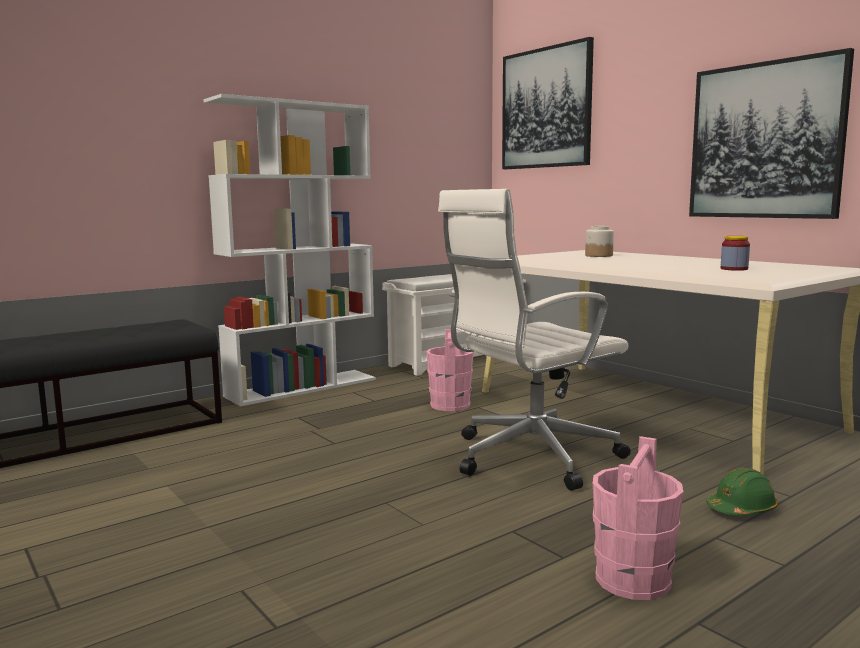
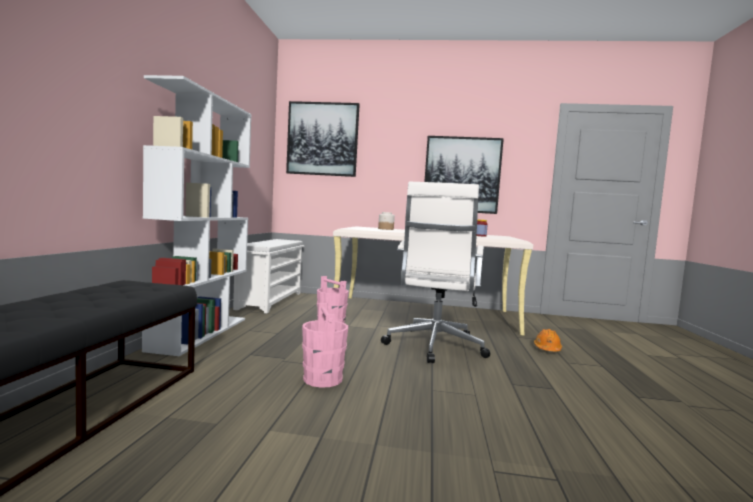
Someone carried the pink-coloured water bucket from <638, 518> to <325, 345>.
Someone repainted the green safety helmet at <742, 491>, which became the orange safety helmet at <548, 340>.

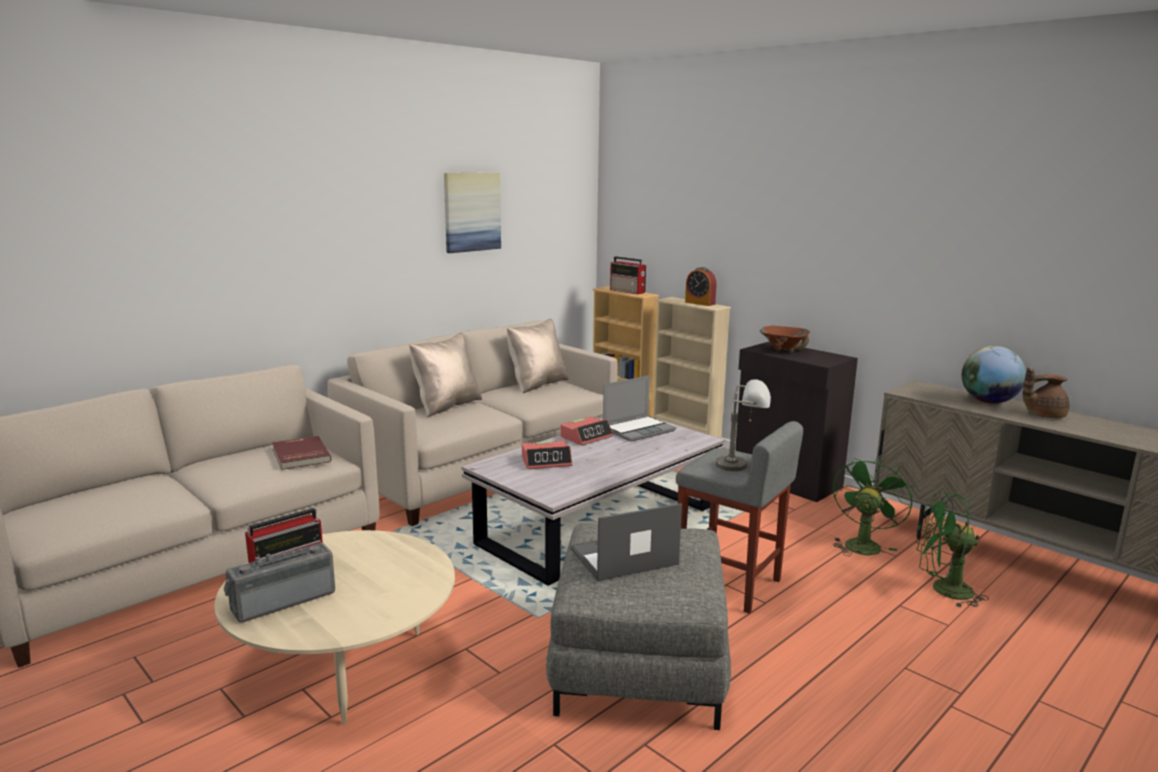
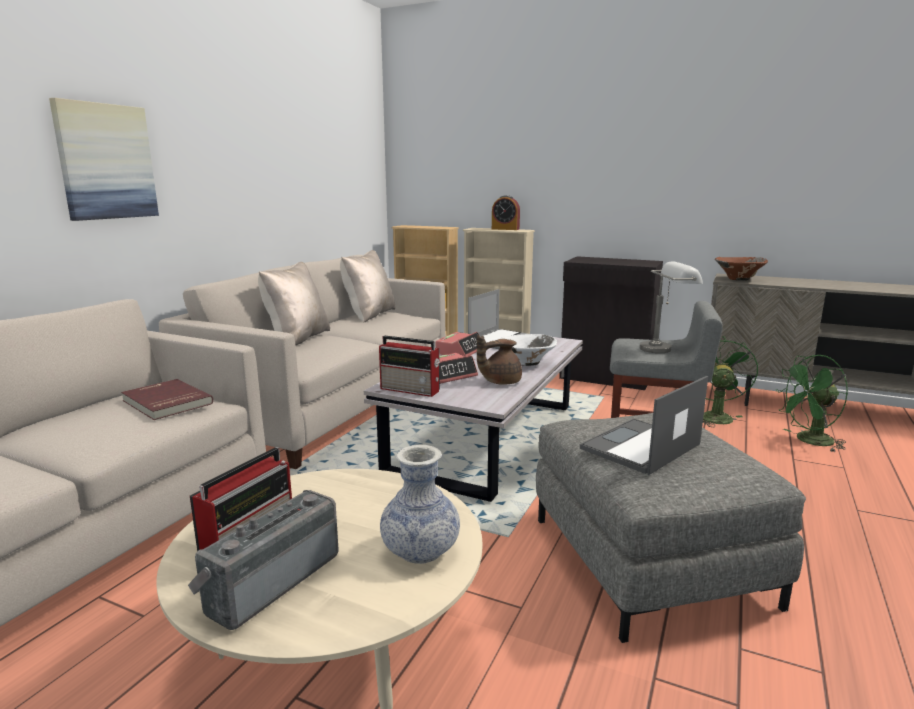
Someone took away the world globe at <994, 374>.
Someone put down the decorative vase at <420, 504>.
Someone put down the whitish serving bowl at <529, 350>.
Someone carried the picture from <472, 212> to <104, 159>.
Someone carried the radio receiver from <628, 275> to <410, 366>.
Someone carried the brown serving bowl from <785, 339> to <741, 269>.
Someone carried the brown pot for tea from <1046, 393> to <499, 360>.

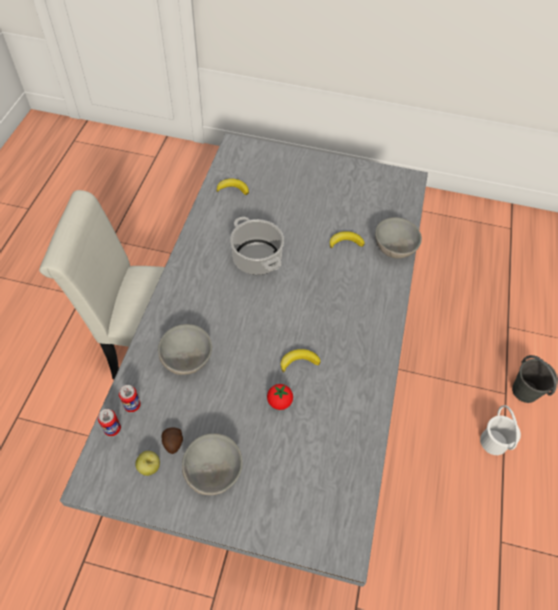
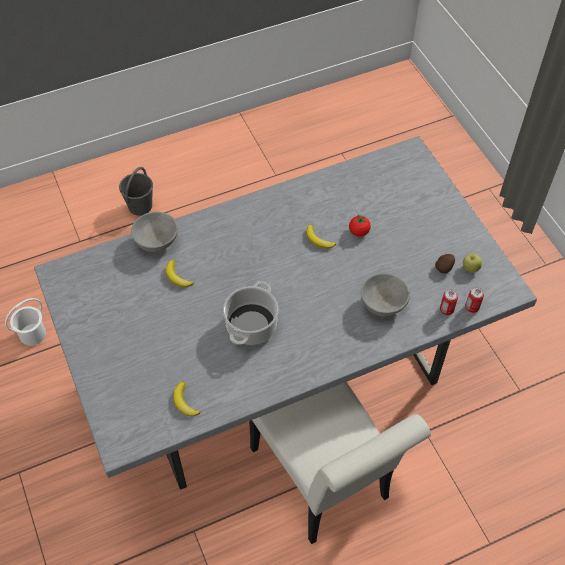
Someone took away the gray serving bowl at <212, 464>.
Someone carried the whitish water bucket from <500, 430> to <25, 322>.

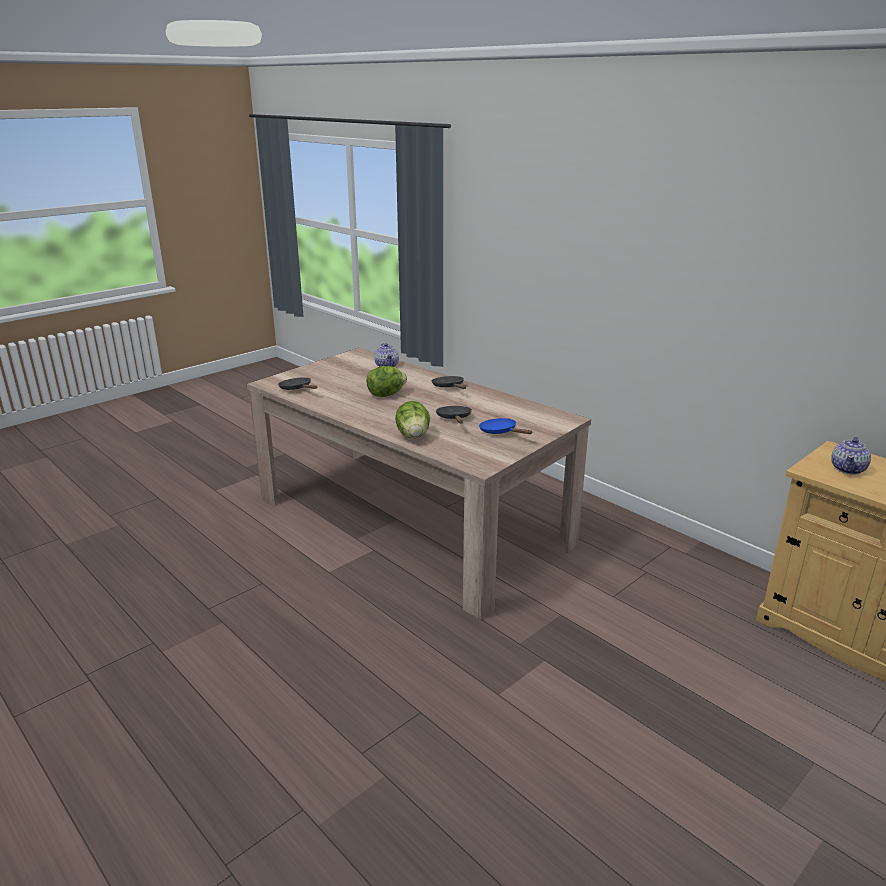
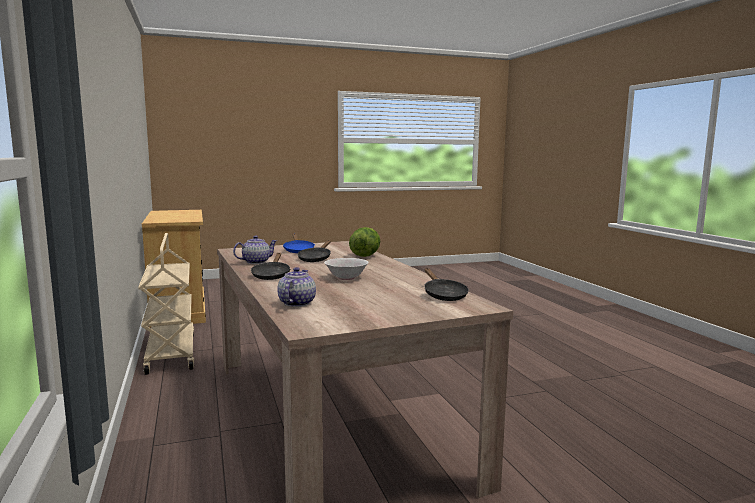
Someone put down the beige-coloured wheeled cart at <166, 304>.
Someone carried the pot for tea from <851, 456> to <255, 249>.
Someone swapped the lettuce head at <386, 381> for the whitish serving bowl at <346, 269>.

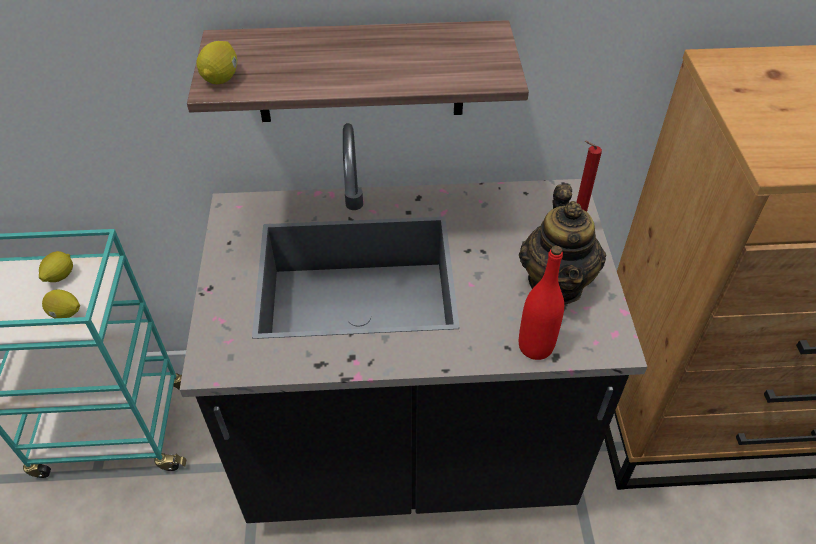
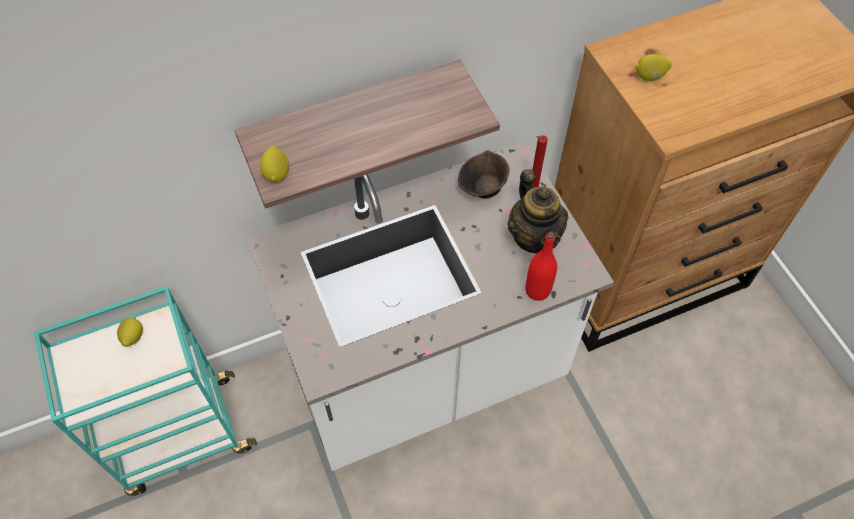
Someone put down the brown serving bowl at <483, 174>.
Someone carried the citrus fruit from <61, 303> to <653, 67>.
Someone repainted the blackish counter at <413, 323>, which became the whitish counter at <430, 306>.

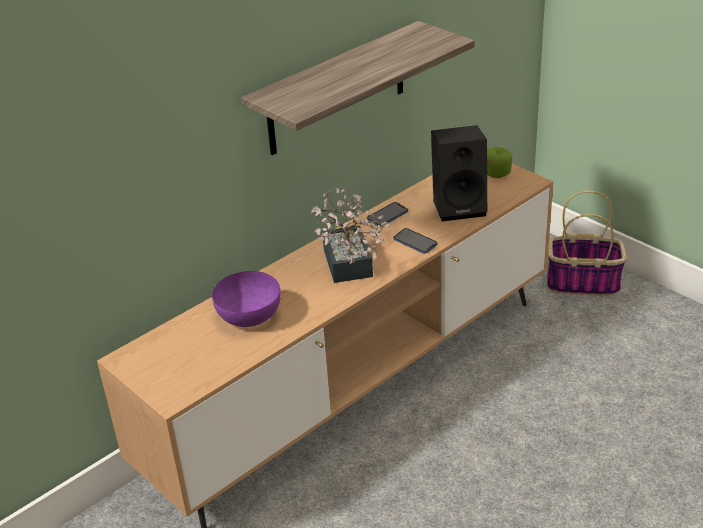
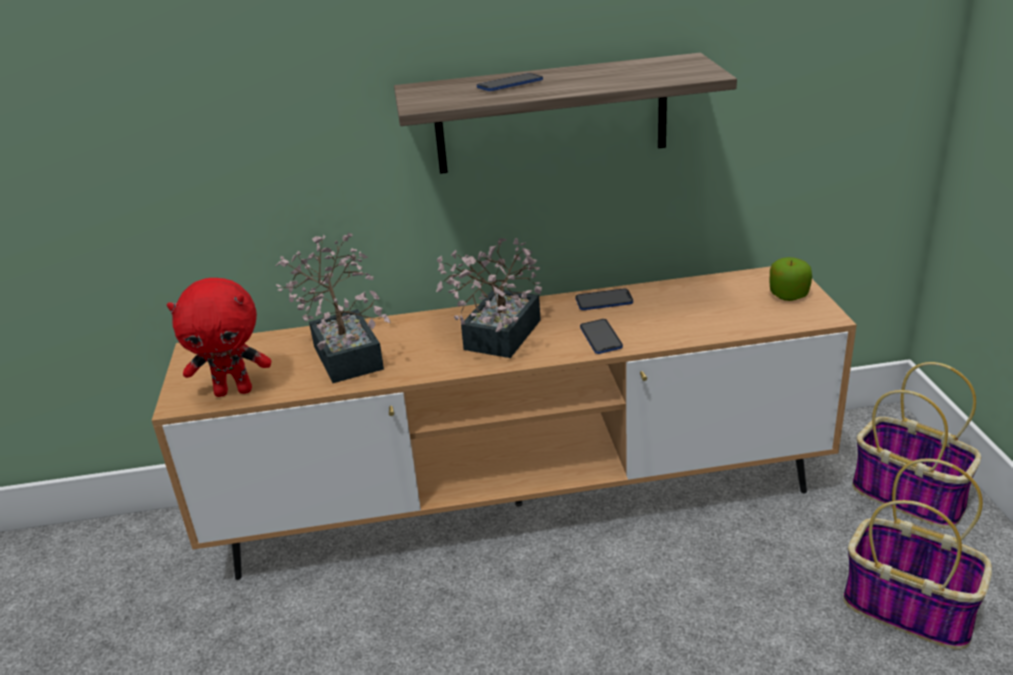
Someone took away the blackish speaker at <459, 173>.
Someone put down the reddish soft toy at <219, 337>.
Someone put down the handset at <510, 82>.
Someone put down the storage basket at <917, 554>.
Someone swapped the purplish serving bowl at <246, 299> for the potted plant at <333, 308>.

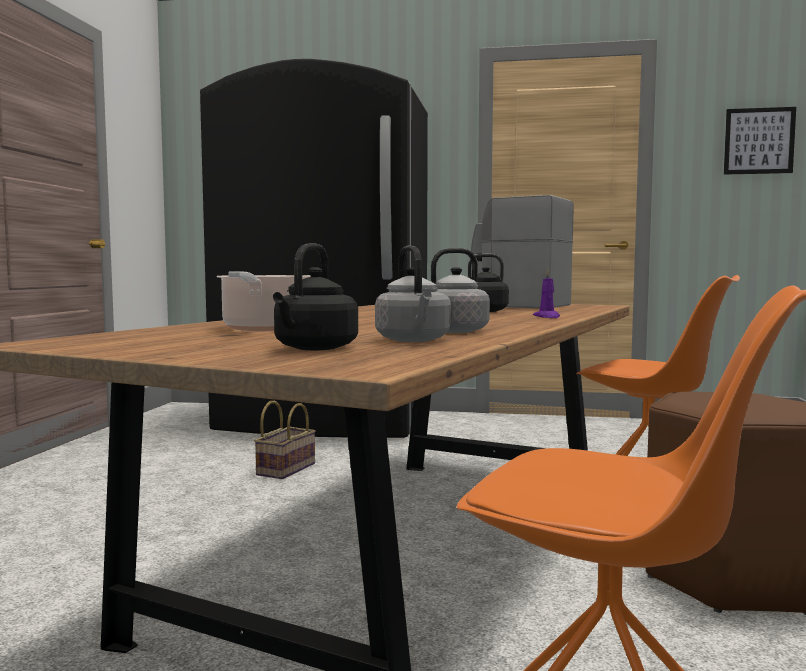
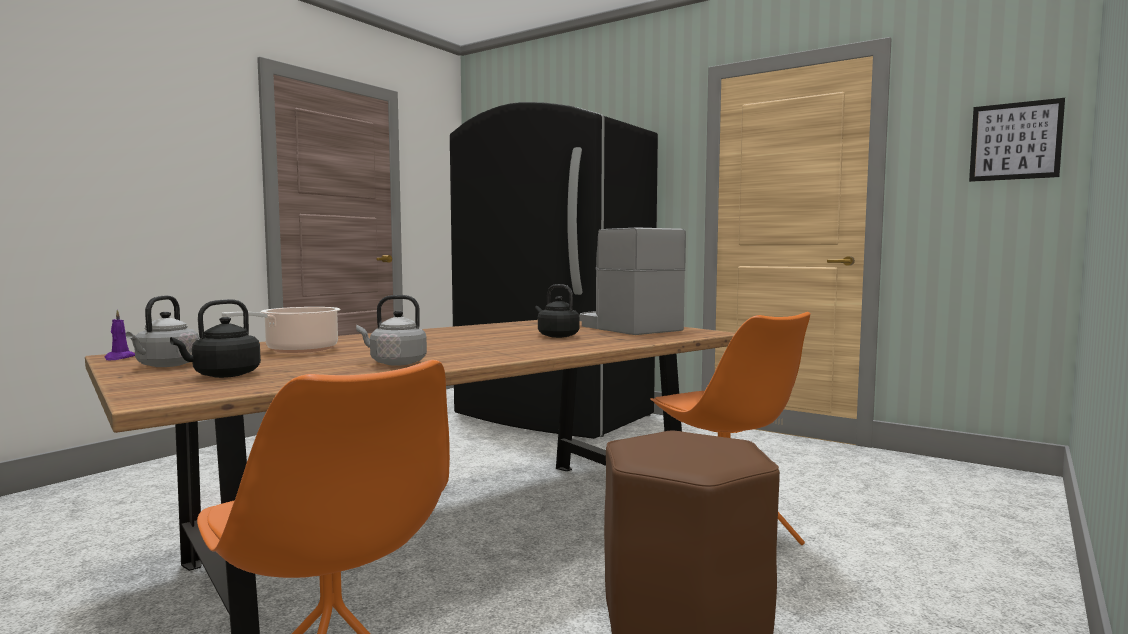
Someone took away the storage basket at <285, 440>.
Someone carried the gray kettle from <413, 294> to <162, 331>.
Someone carried the purplish wax light from <546, 293> to <120, 335>.

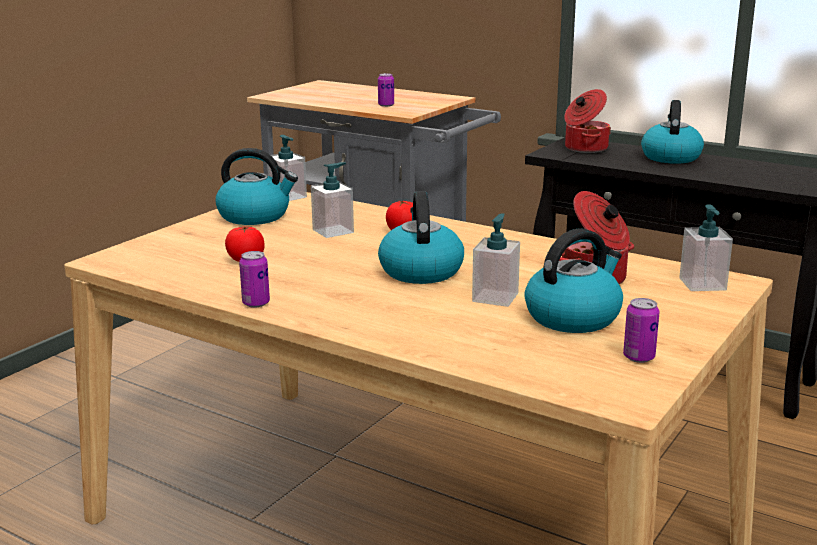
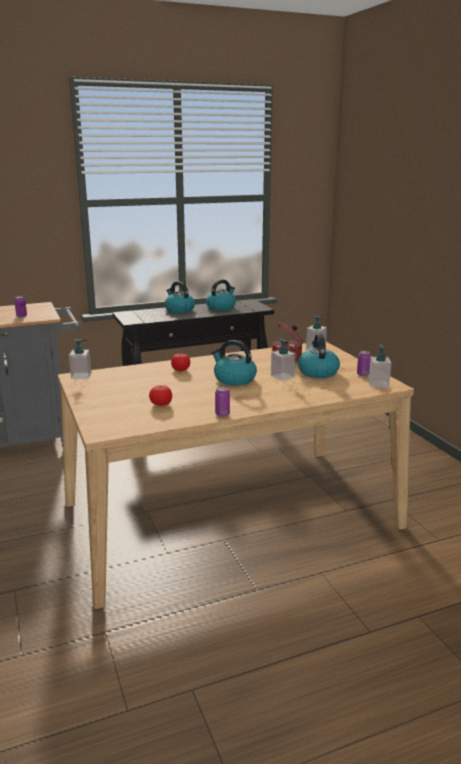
Someone took away the cooking pot at <587, 121>.
Someone carried the kettle from <256, 186> to <221, 295>.
Someone carried the soap dispenser from <332, 200> to <380, 366>.

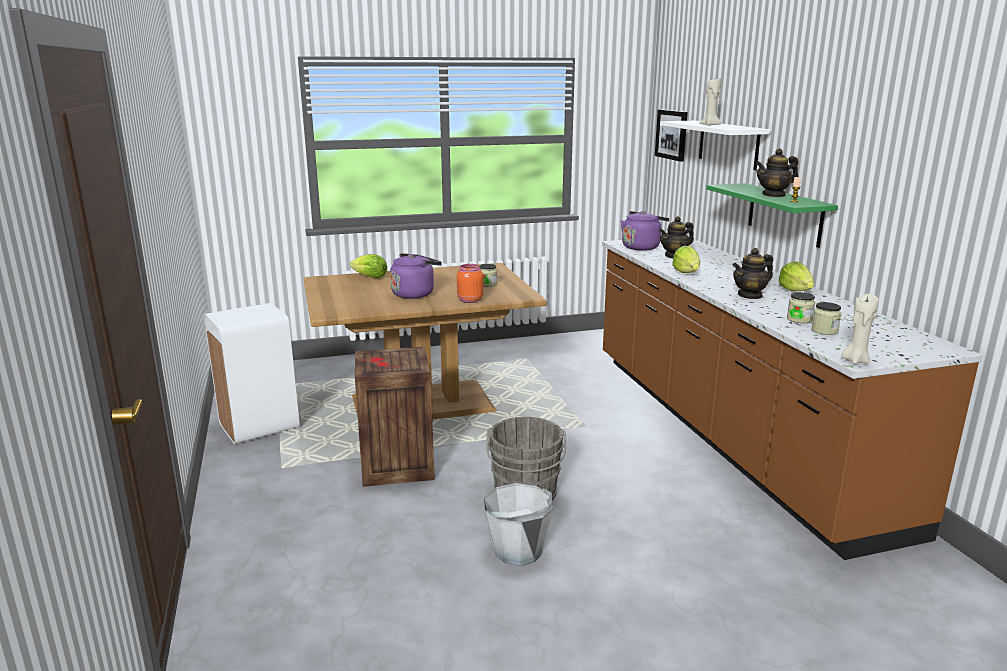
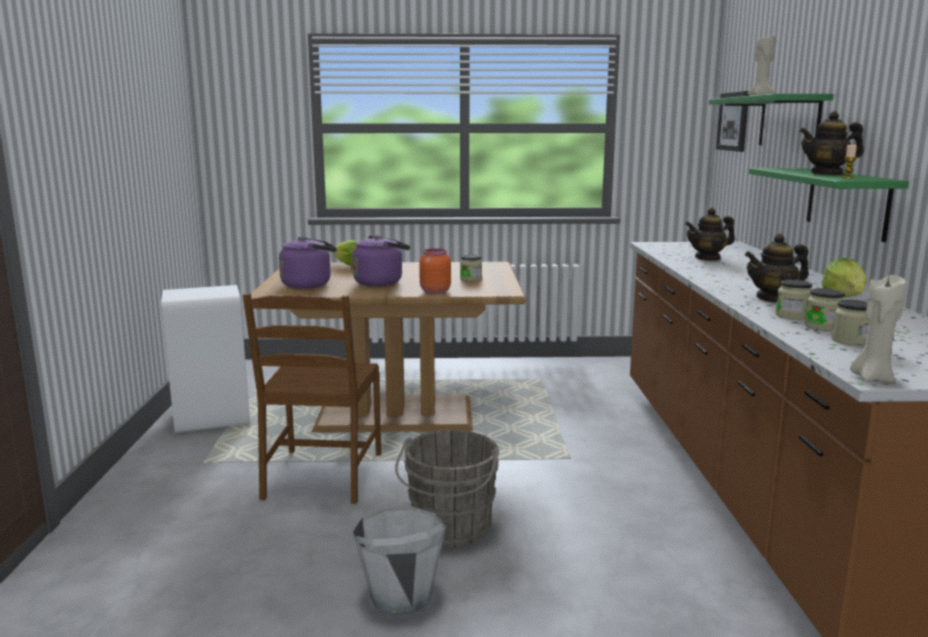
Someone took away the lettuce head at <686, 259>.
Someone put down the storage jar at <793, 299>.
Someone carried the purplish kettle from <645, 231> to <308, 262>.
Someone swapped the crate at <395, 417> for the brown chair at <312, 398>.
Someone repainted the whitish bracket shelf at <715, 145>, which became the green bracket shelf at <771, 119>.

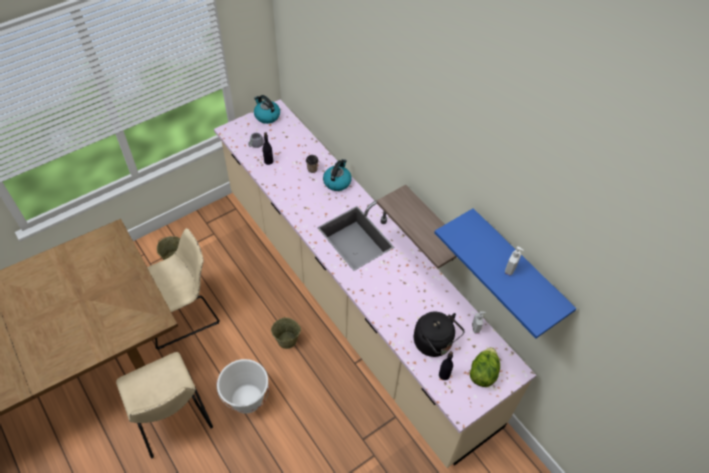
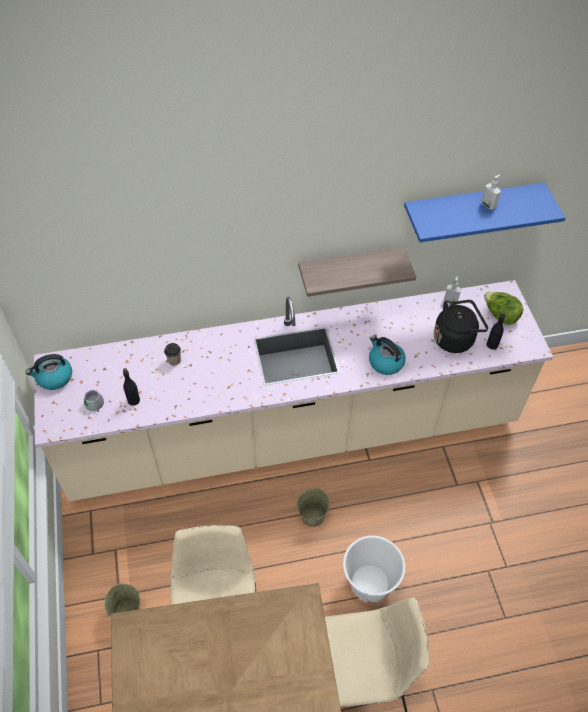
Someone carried the kettle from <337, 175> to <387, 355>.

